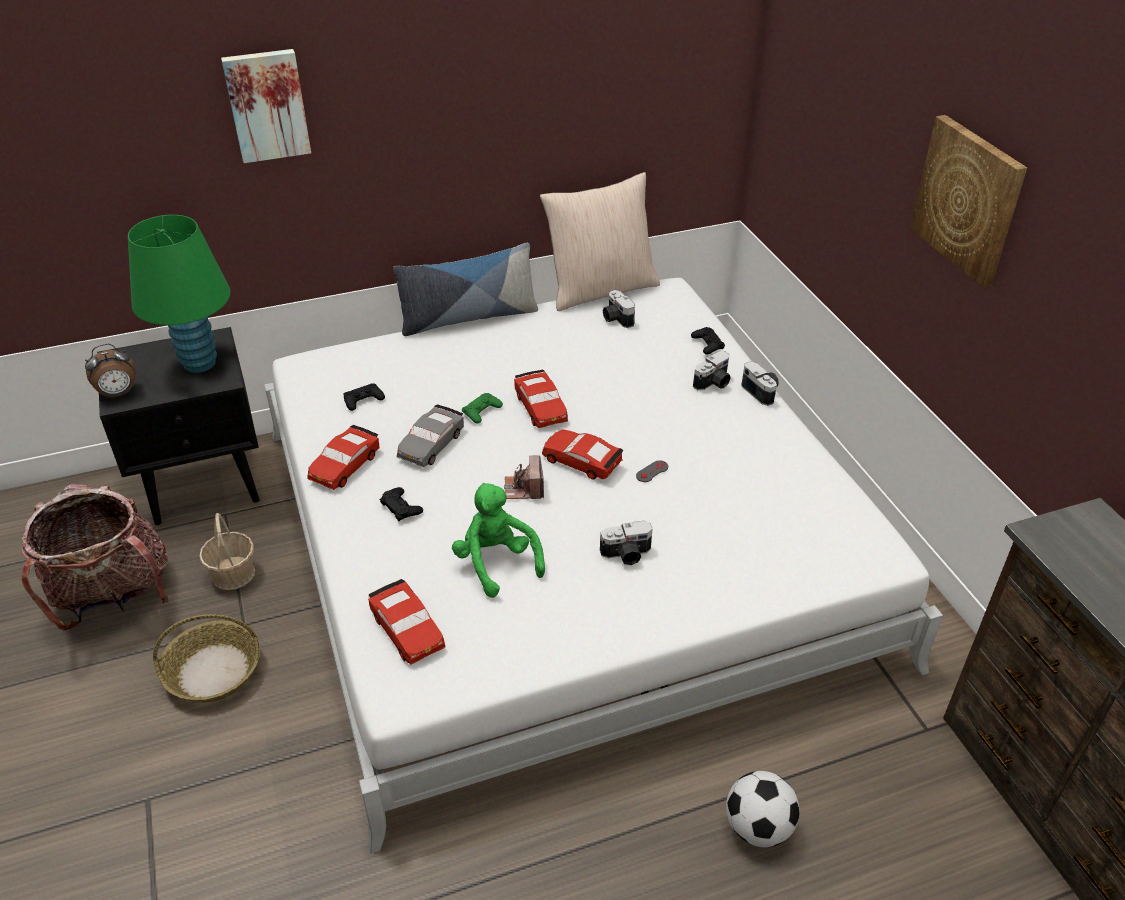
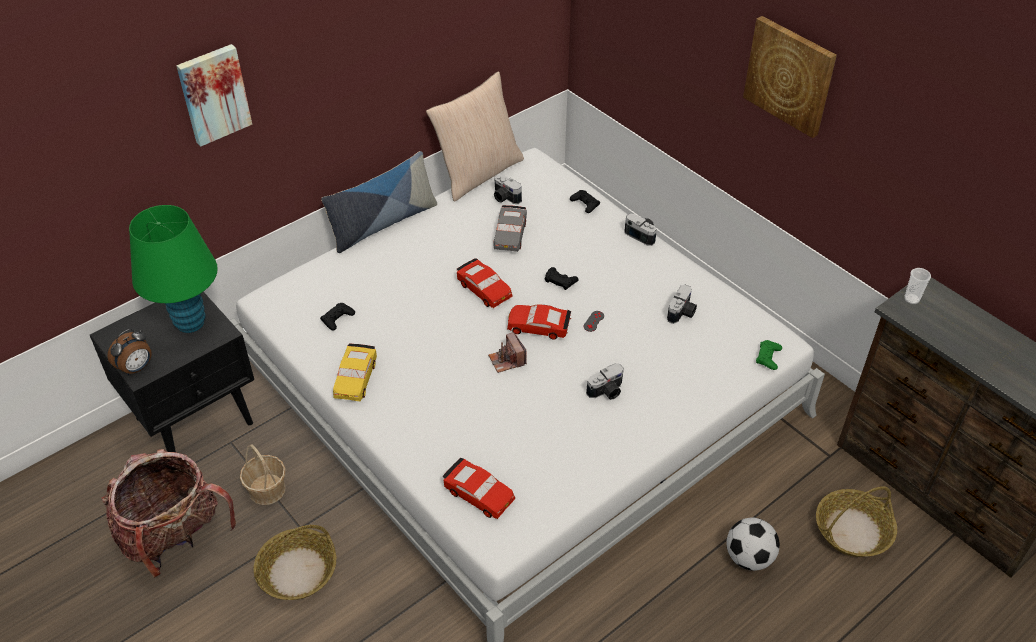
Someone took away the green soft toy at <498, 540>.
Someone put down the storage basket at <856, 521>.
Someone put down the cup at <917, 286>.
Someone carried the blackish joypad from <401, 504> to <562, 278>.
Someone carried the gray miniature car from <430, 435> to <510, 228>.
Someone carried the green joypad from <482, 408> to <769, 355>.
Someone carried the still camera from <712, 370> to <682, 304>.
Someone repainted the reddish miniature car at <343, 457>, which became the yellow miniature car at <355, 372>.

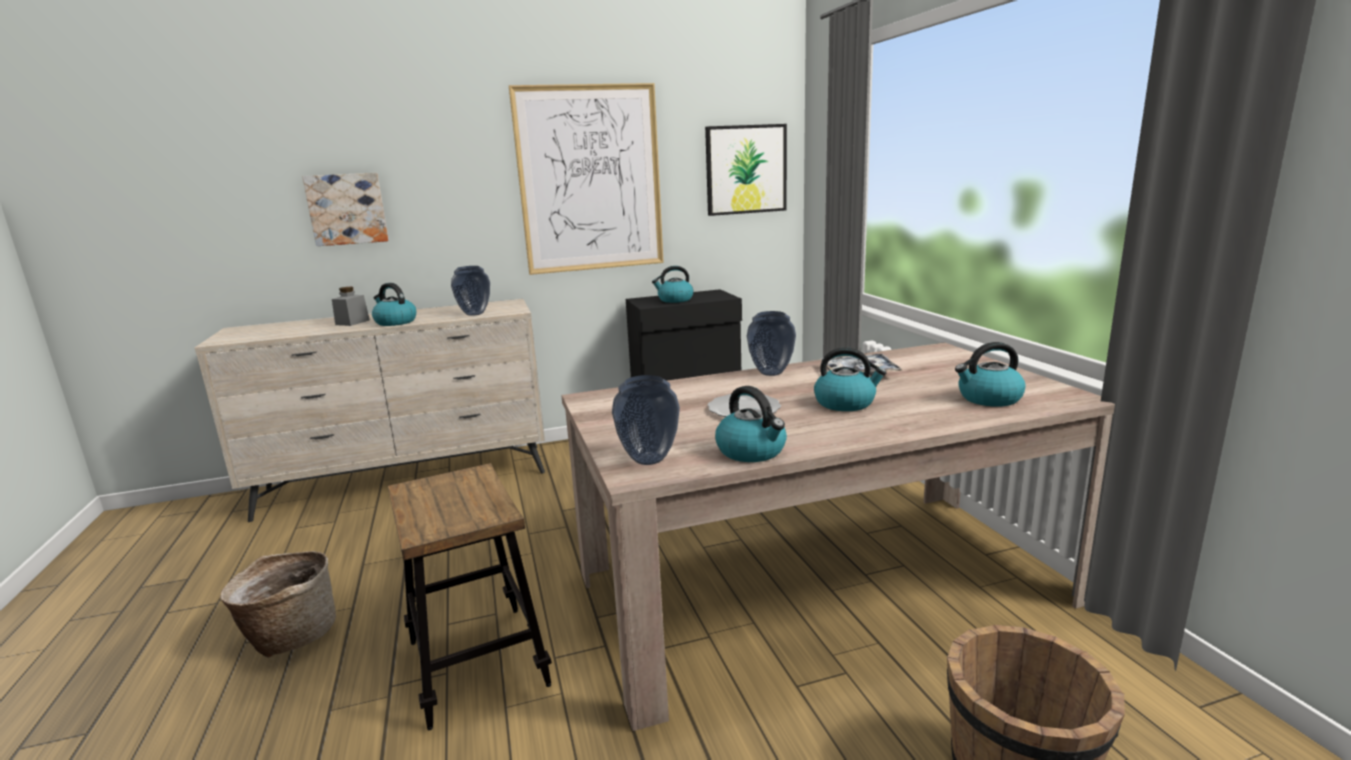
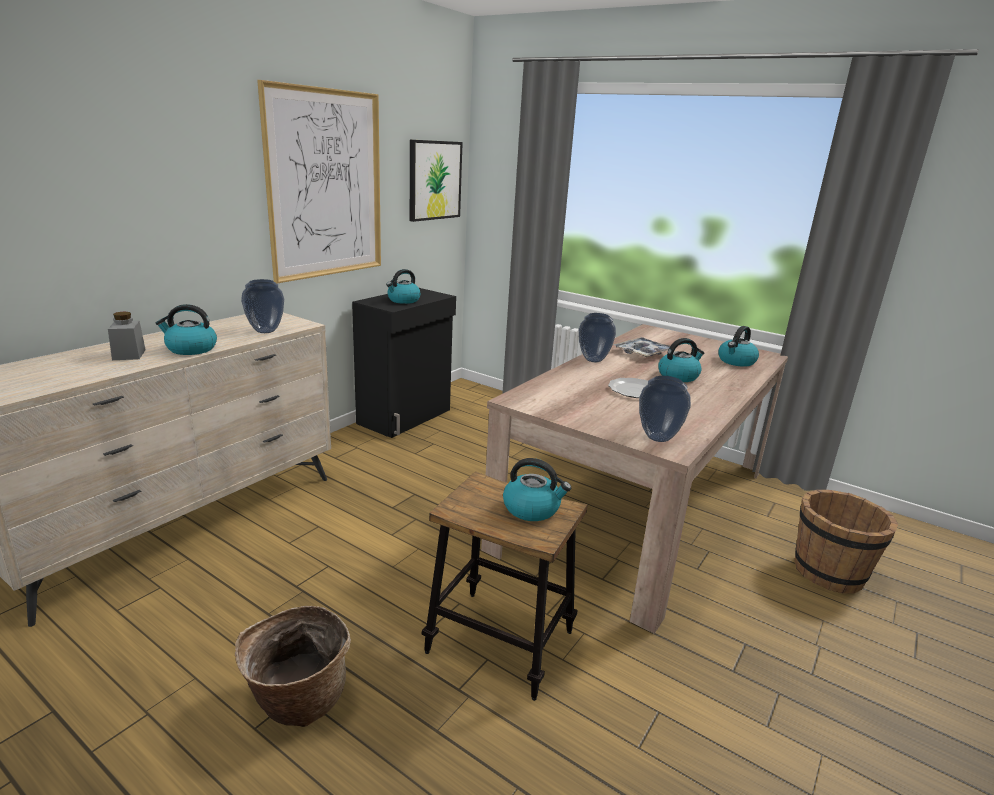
Someone took away the picture at <345, 209>.
Someone carried the kettle from <751, 424> to <537, 489>.

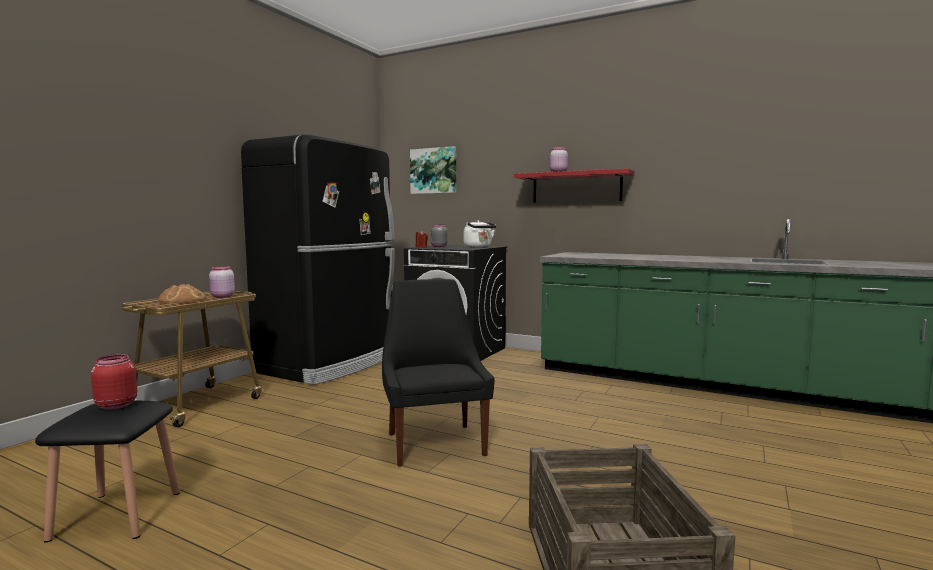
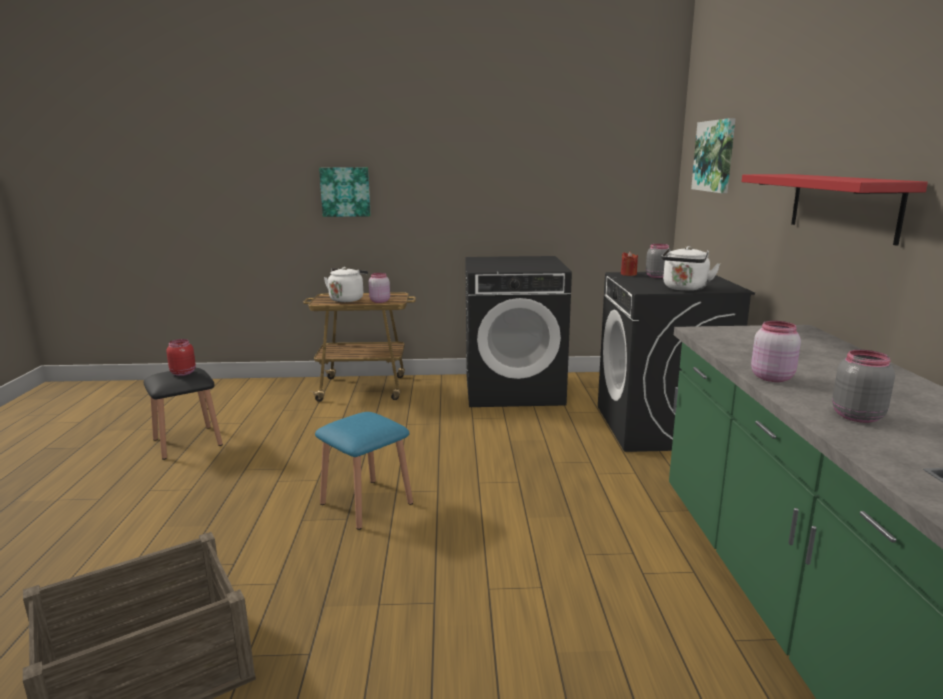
Someone put up the picture at <345, 192>.
Someone put down the gray storage jar at <863, 386>.
Someone carried the pink-coloured storage jar from <559, 159> to <776, 351>.
Someone swapped the bread at <182, 293> for the whitish kettle at <346, 284>.
Someone swapped the blackish refrigerator at <318, 260> for the blackish laundry machine at <518, 331>.
Someone swapped the blackish chair at <438, 373> for the bluish stool at <364, 471>.

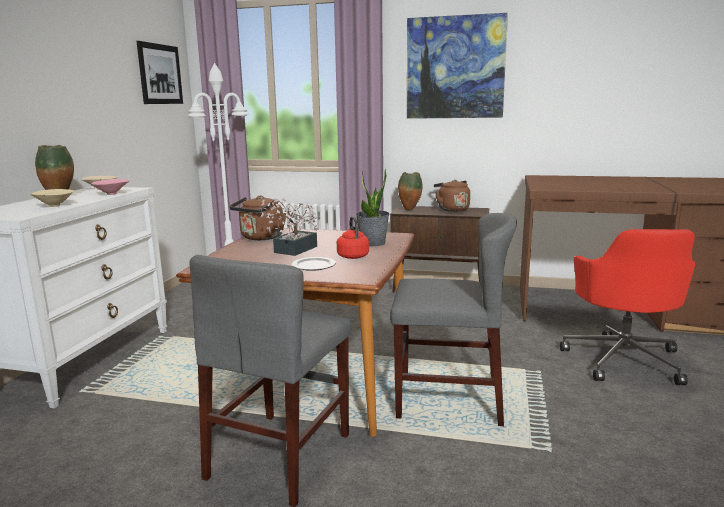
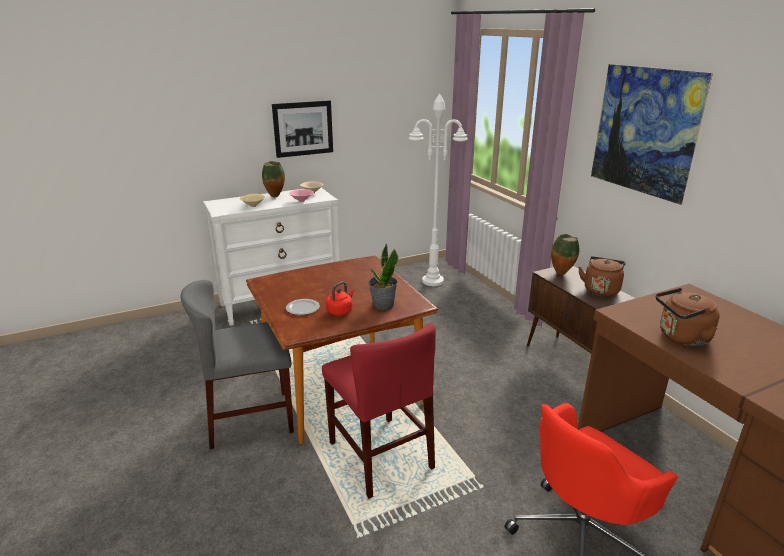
Someone took away the potted plant at <289, 227>.
Someone carried the picture from <159, 72> to <302, 129>.
Someone carried the brown kettle from <258, 218> to <688, 317>.
Someone repainted the gray chair at <453, 319>, which became the reddish chair at <379, 411>.

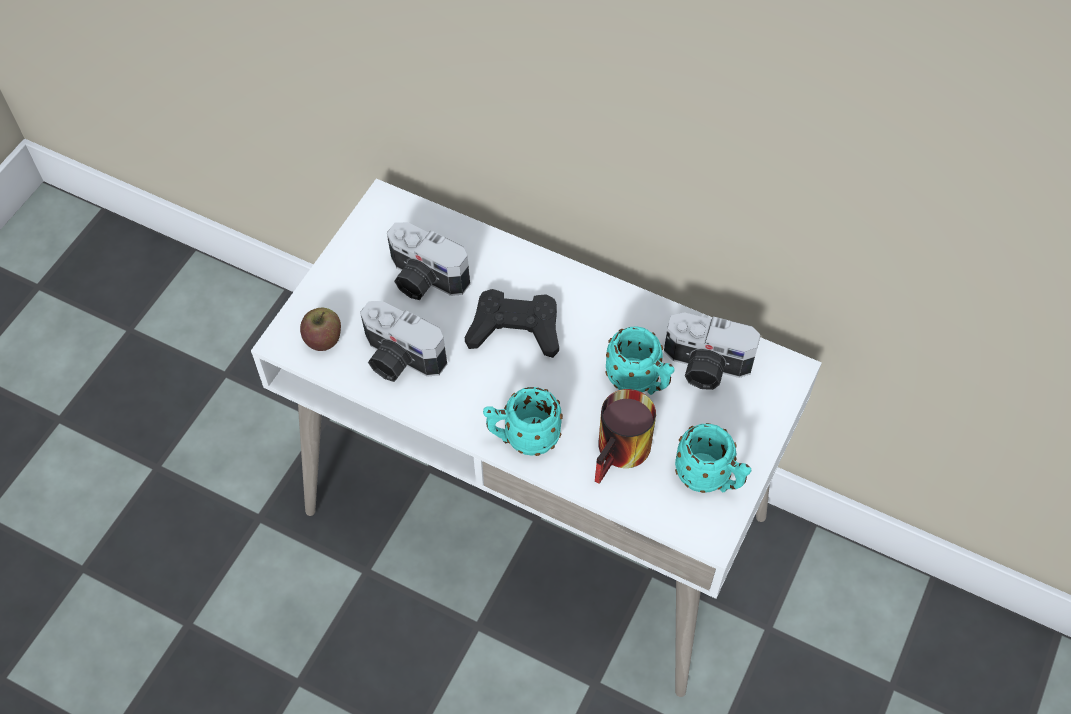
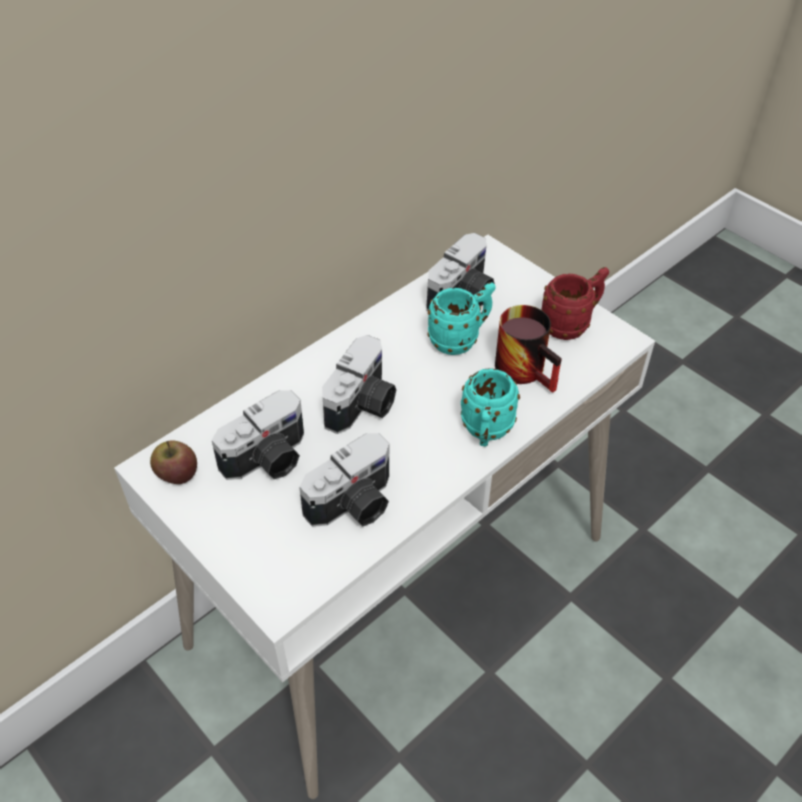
Someone carried the whole apple from <320, 329> to <173, 462>.
Someone swapped the blackish joypad at <512, 323> for the still camera at <359, 384>.
Someone repainted the blue-green tea mug at <713, 458>, which became the reddish tea mug at <575, 303>.

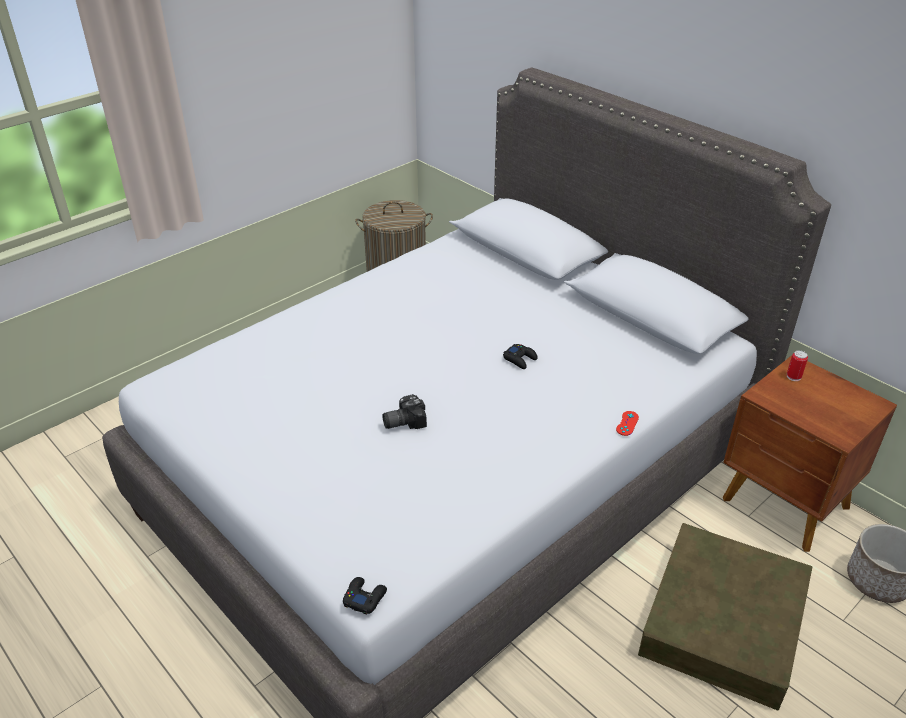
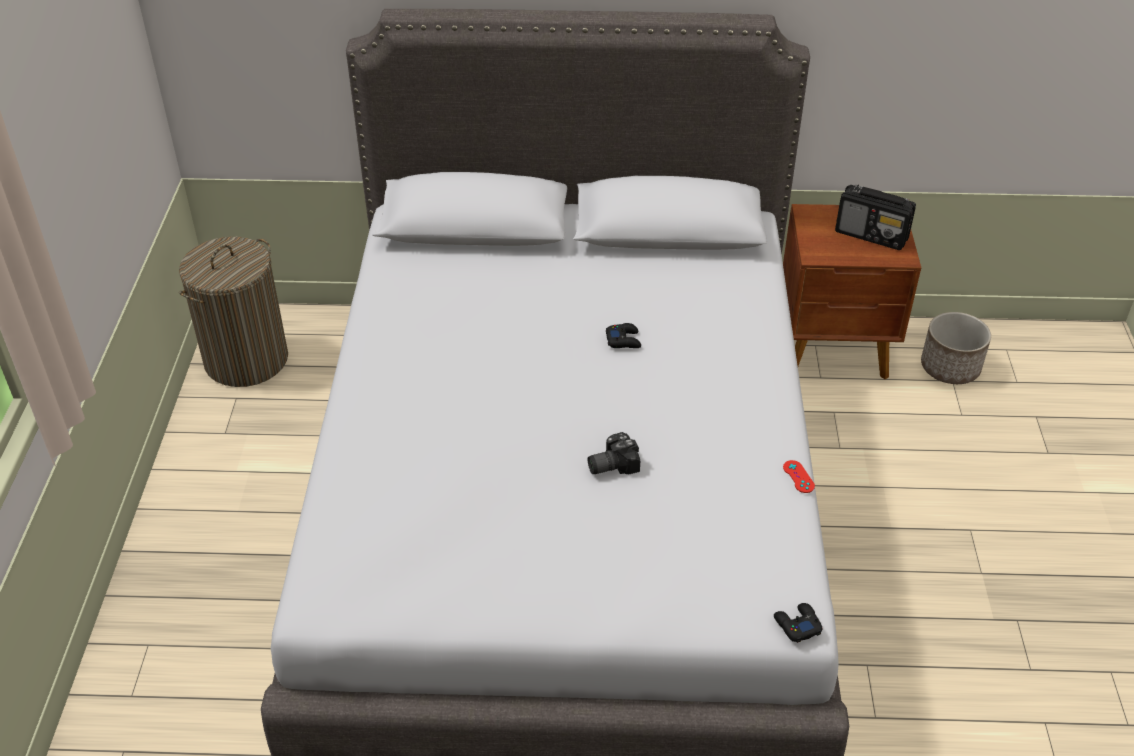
Someone took away the brown storage box at <725, 617>.
Someone took away the can at <797, 365>.
Someone put down the radio receiver at <875, 217>.
Someone carried the reddish joypad from <627, 423> to <799, 476>.
Someone rotated the still camera at <404, 411> by 45 degrees clockwise.

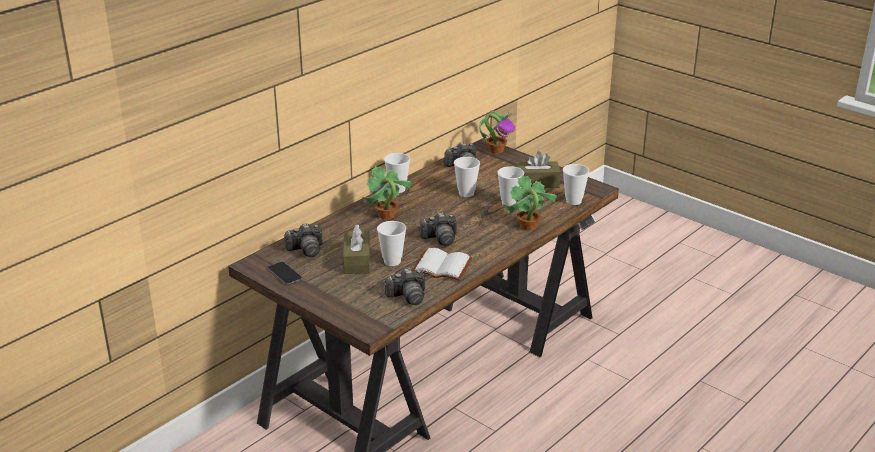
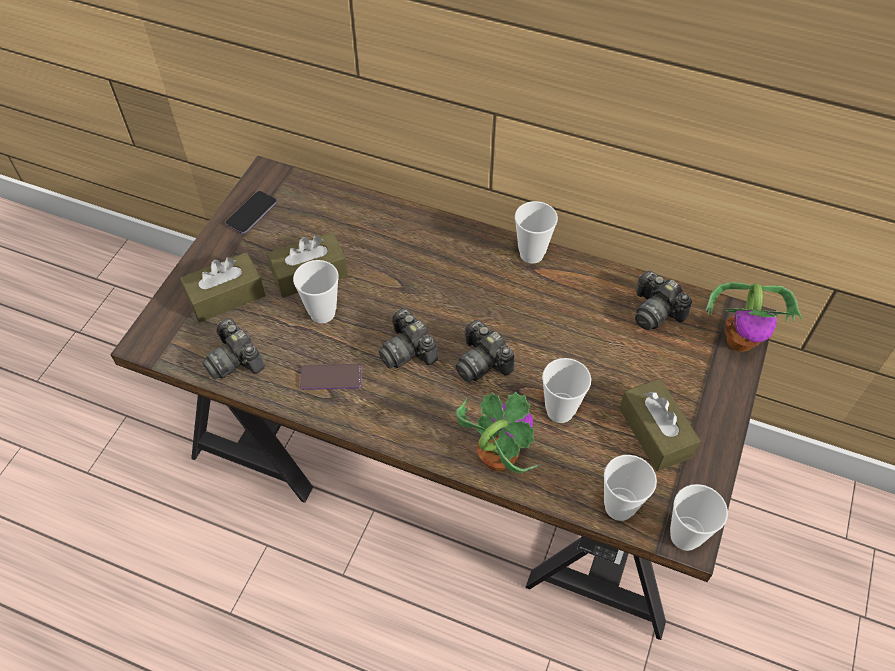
Someone took away the potted plant at <386, 193>.
Someone put down the brown tissue holder at <222, 287>.
Someone carried the still camera from <303, 240> to <485, 351>.
Someone carried the cup from <467, 177> to <699, 517>.
Someone swapped the whitish book at <442, 264> for the handset at <331, 377>.

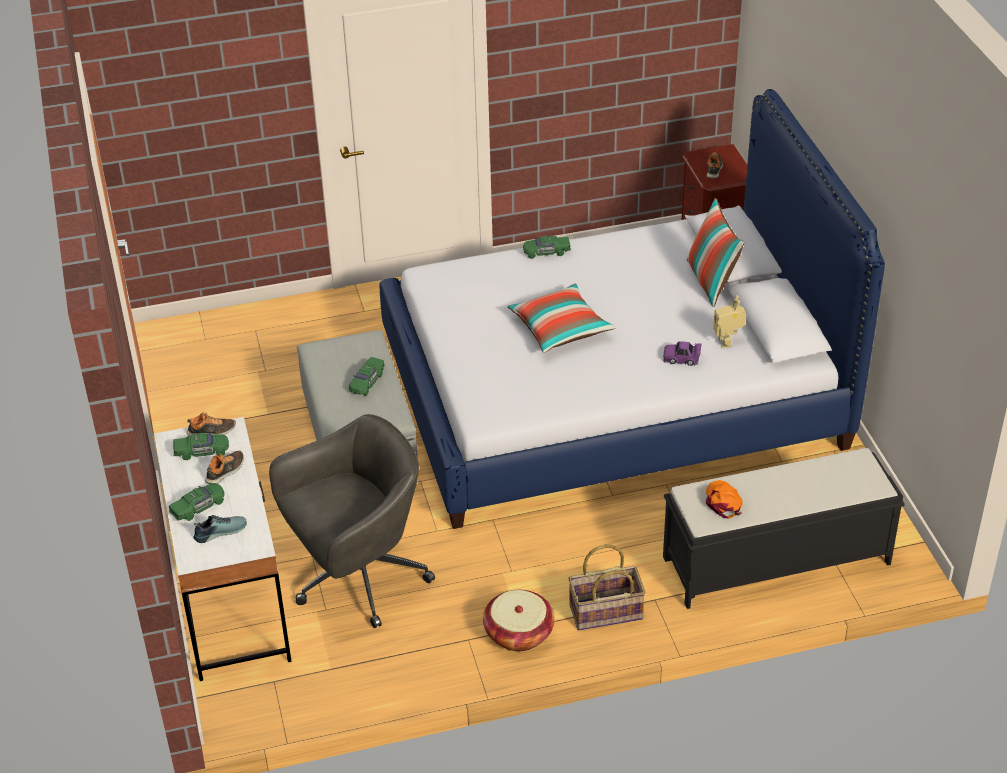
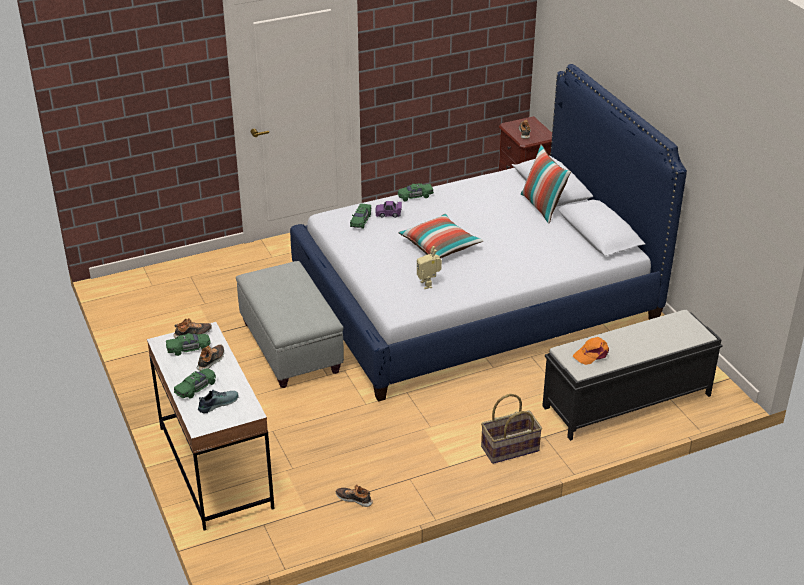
Someone took away the gray office chair at <352, 521>.
Someone took away the storage basket at <519, 620>.
Someone put down the shoe at <354, 495>.
Someone carried the green miniature car from <367, 376> to <360, 216>.
Someone carried the purplish miniature car from <682, 353> to <389, 209>.
Someone carried the robot figure from <729, 321> to <429, 267>.
Someone rotated the orange cap at <724, 499> by 105 degrees counterclockwise.

